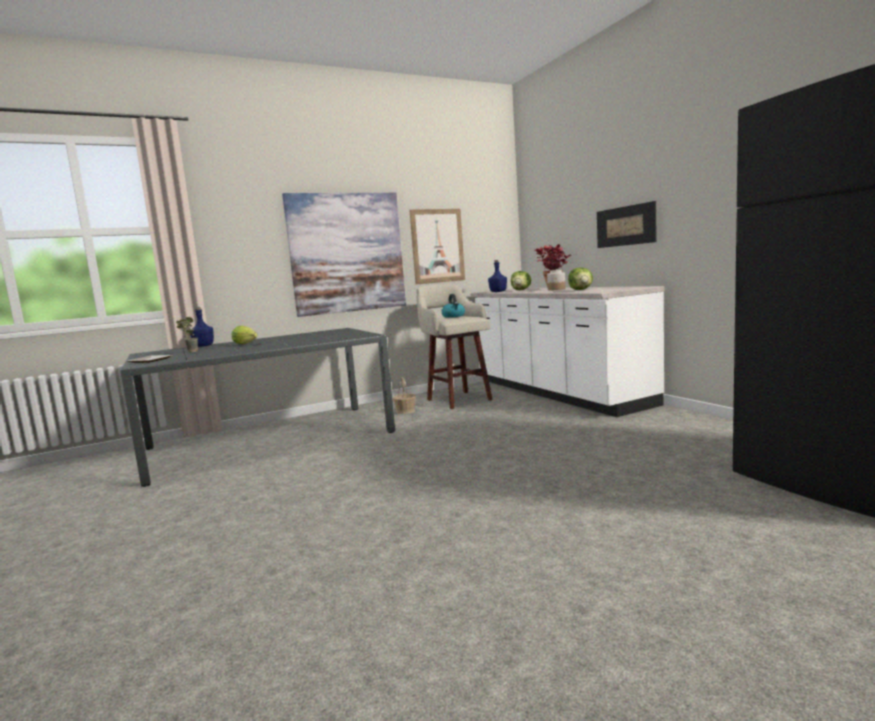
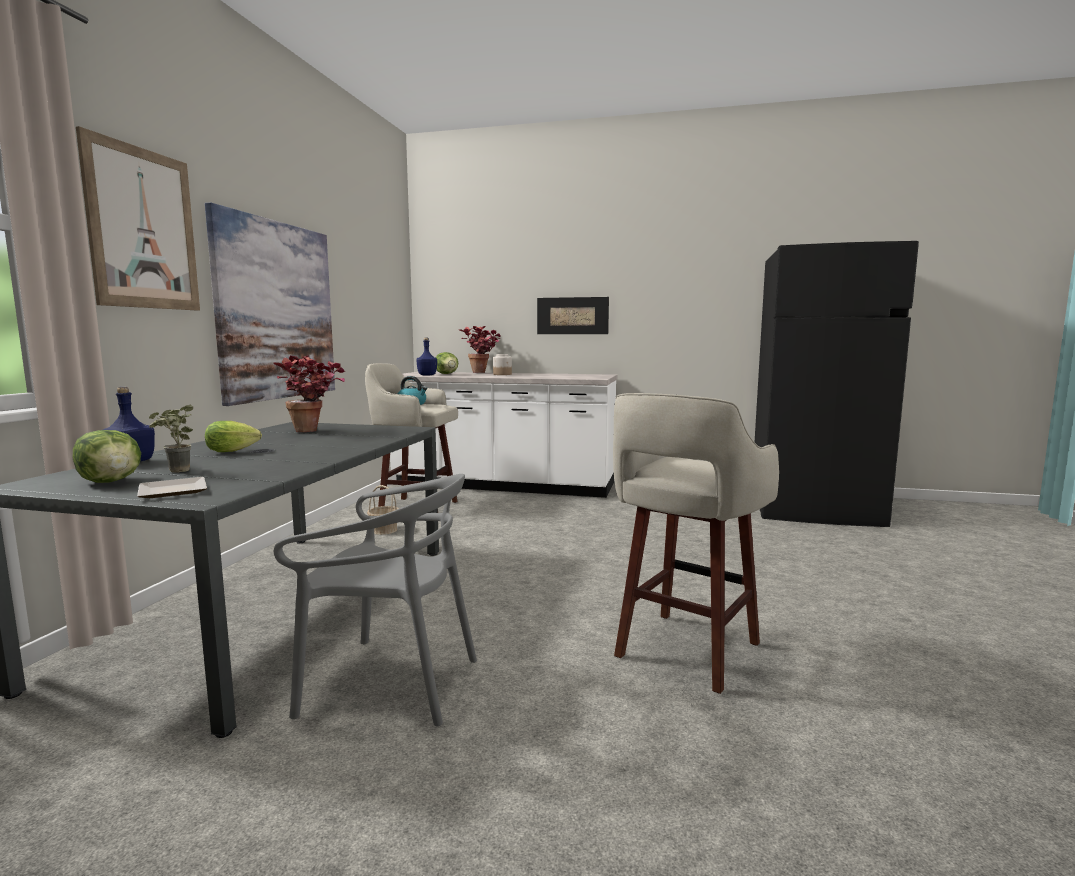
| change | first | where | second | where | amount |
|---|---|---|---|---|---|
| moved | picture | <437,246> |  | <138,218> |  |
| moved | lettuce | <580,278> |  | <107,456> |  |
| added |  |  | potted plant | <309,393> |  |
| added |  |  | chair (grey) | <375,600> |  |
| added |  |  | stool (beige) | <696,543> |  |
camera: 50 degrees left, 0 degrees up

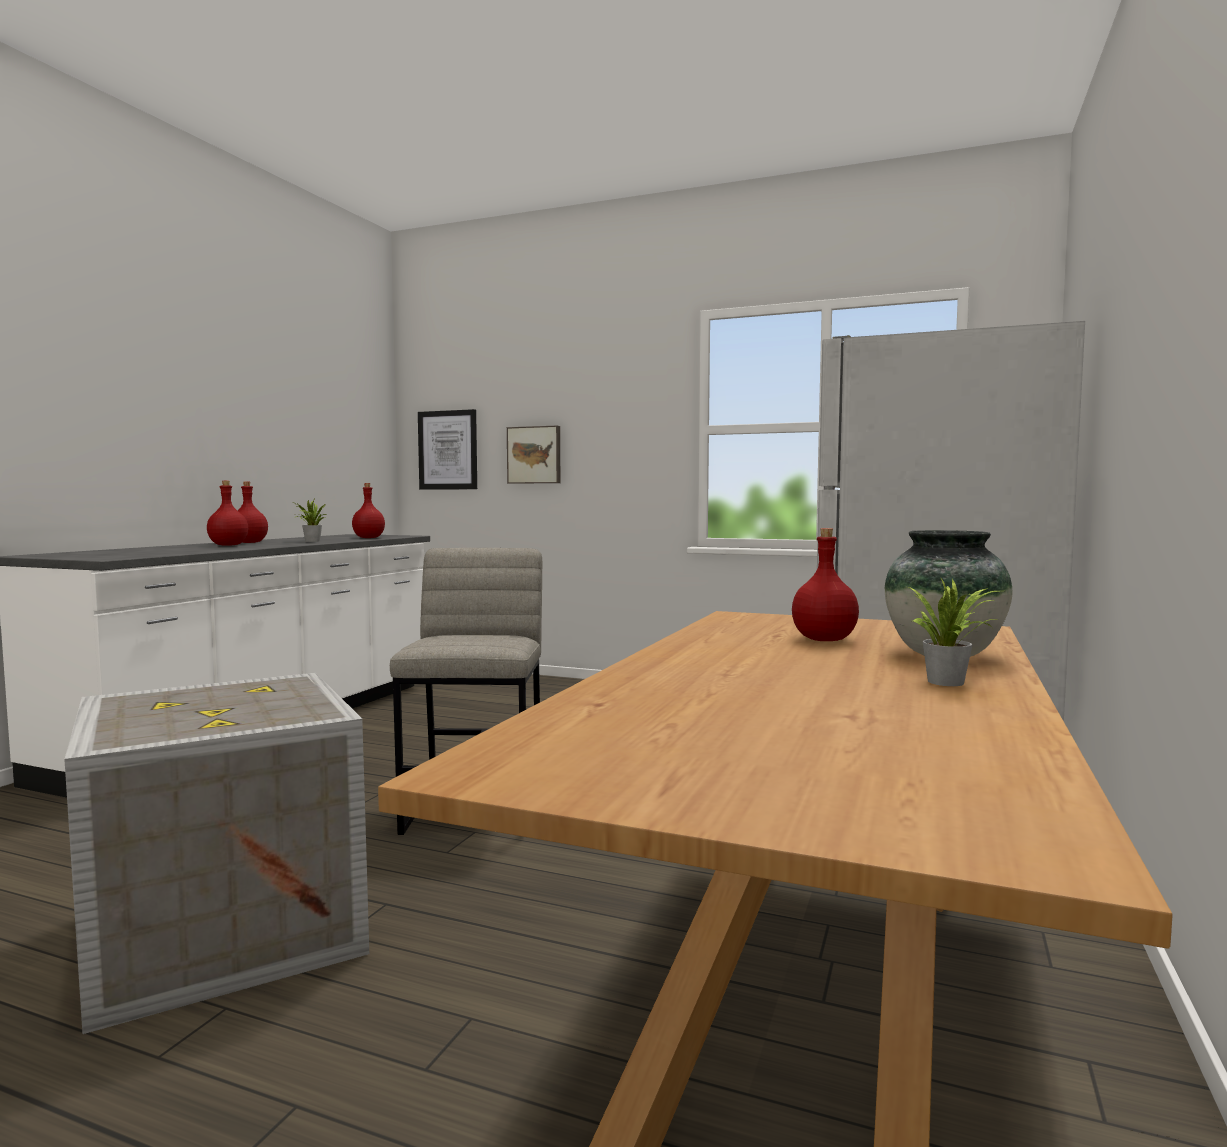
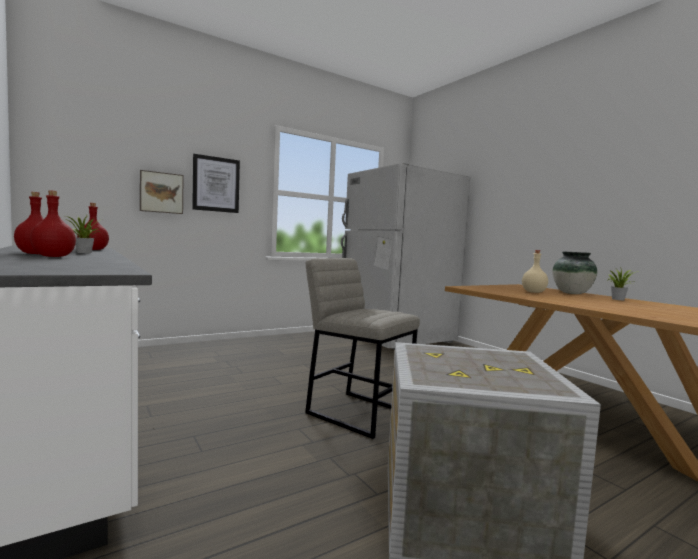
| change | first | where | second | where | amount |
|---|---|---|---|---|---|
| moved | picture | <447,449> |  | <216,183> |  |
| recoloured | bottle (red) | <825,584> | bottle (beige) | <535,271> |  |
camera: 55 degrees left, 0 degrees up

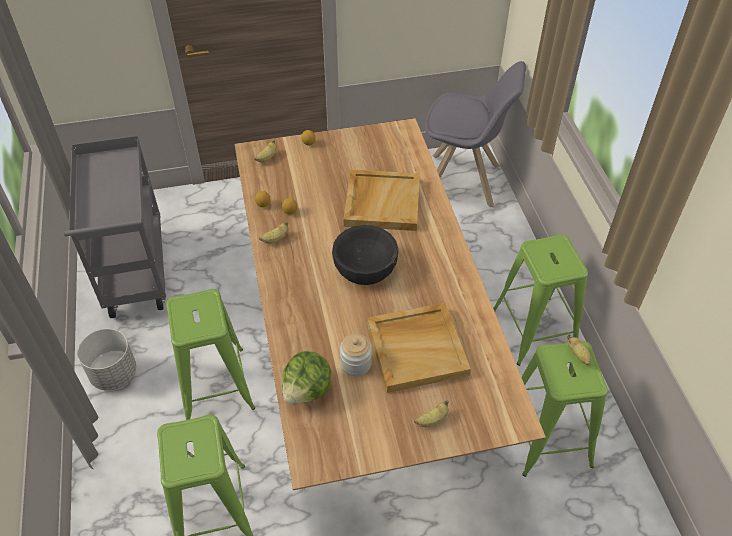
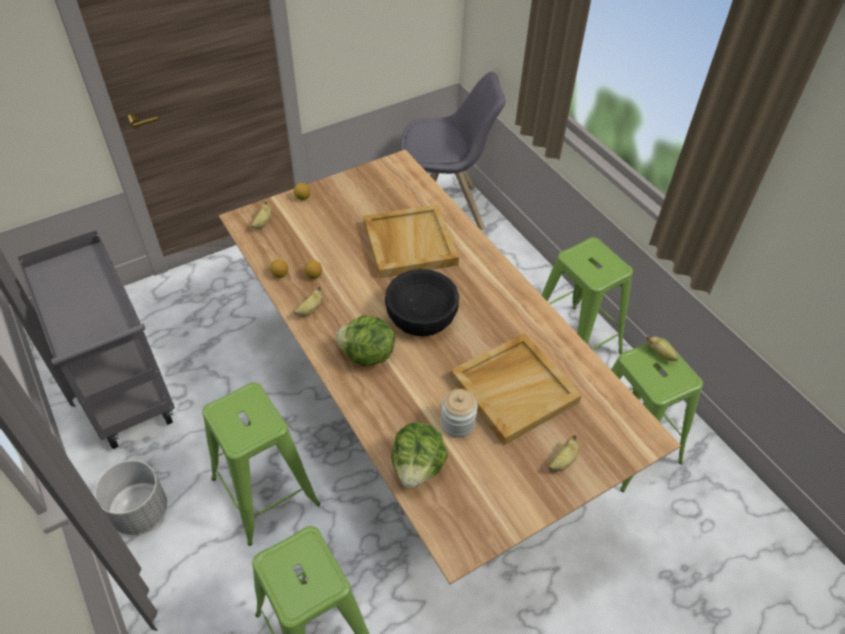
| change | first | where | second | where | amount |
|---|---|---|---|---|---|
| added |  |  | lettuce | <365,341> |  |
camera: 20 degrees left, 0 degrees up

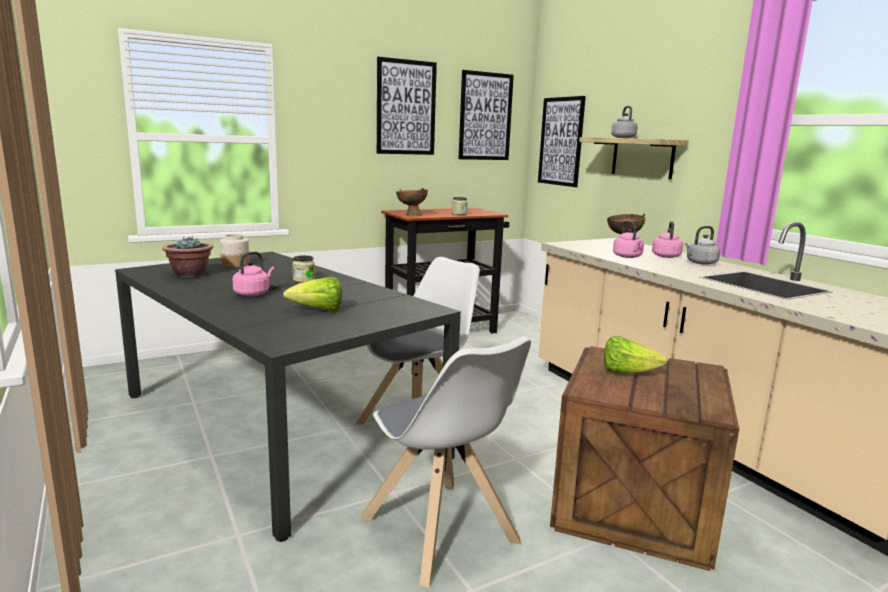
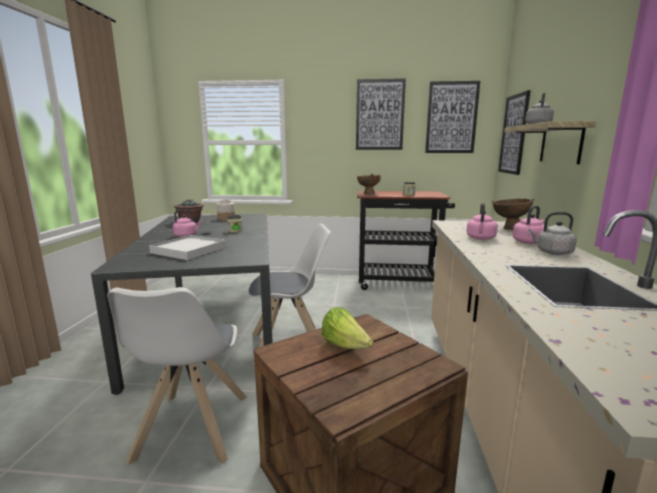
| change | first | where | second | where | amount |
|---|---|---|---|---|---|
| replaced | lettuce | <312,294> | tray (white) | <187,247> |  |
camera: 35 degrees right, 0 degrees up

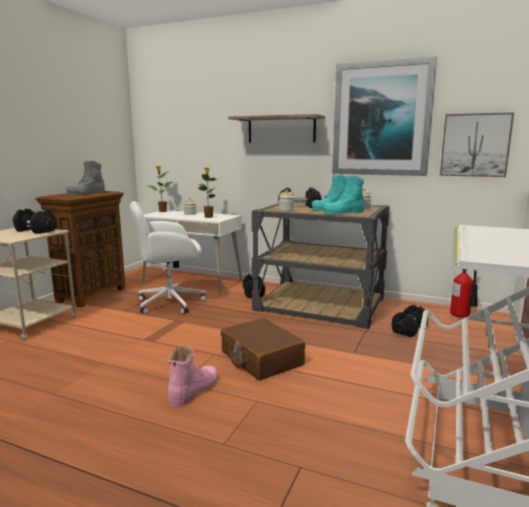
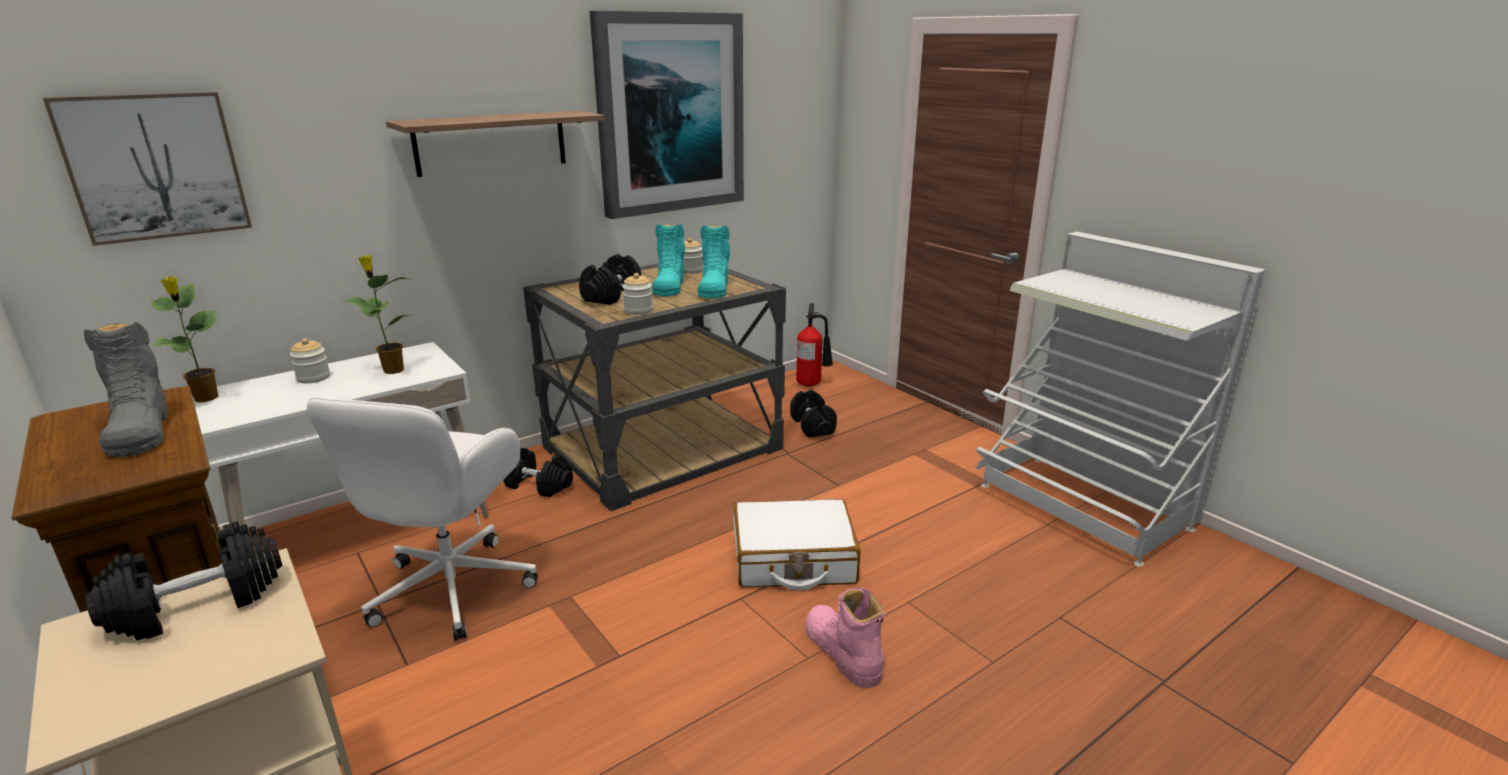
| change | first | where | second | where | amount |
|---|---|---|---|---|---|
| recoloured | suitcase (brown) | <263,349> | suitcase (white) | <797,544> |  |
| moved | picture | <477,145> |  | <147,169> |  |
camera: 60 degrees left, 10 degrees up

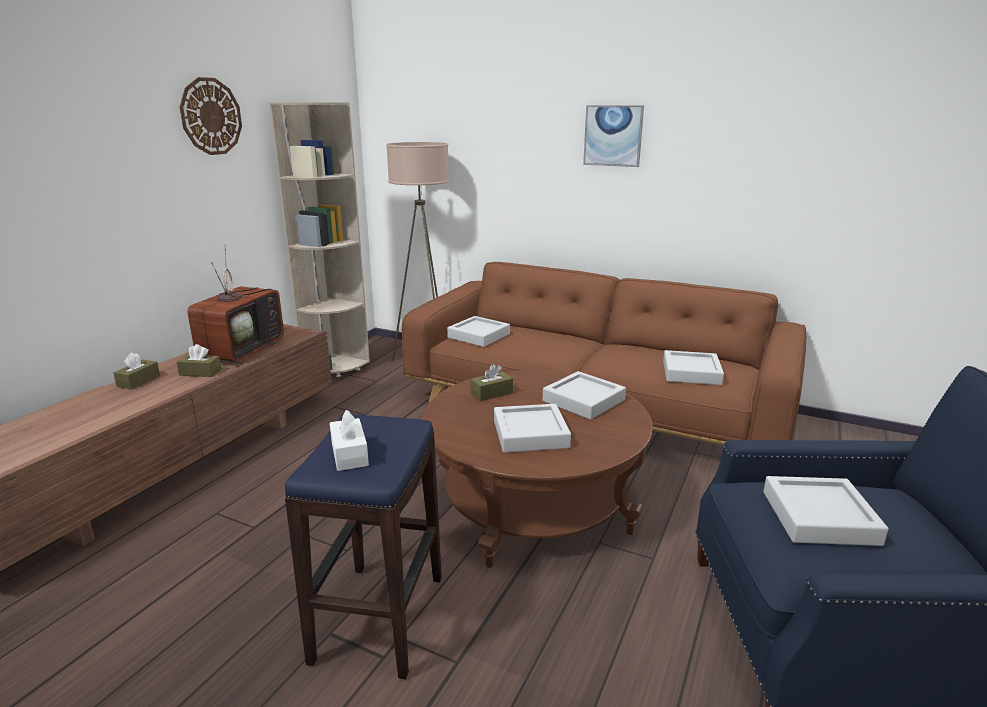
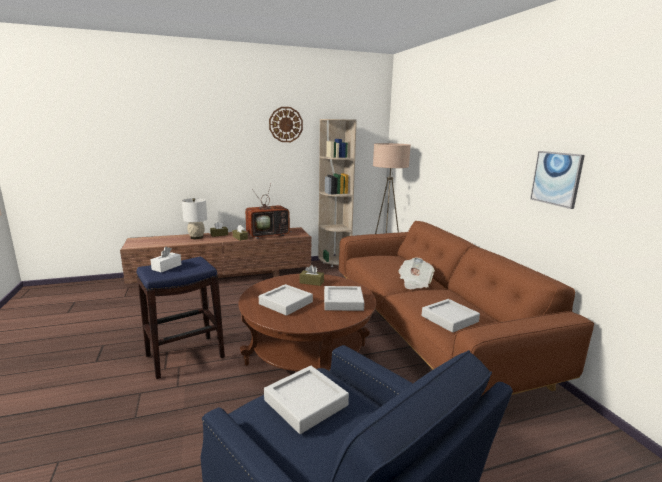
| change | first | where | second | where | amount |
|---|---|---|---|---|---|
| removed | tray (grey) | <478,331> |  |  |  |
| moved | picture | <613,136> |  | <557,180> |  |
| added |  |  | table lamp (white) | <194,218> |  |
| added |  |  | newspaper | <416,273> |  |
camera: 45 degrees right, 5 degrees down

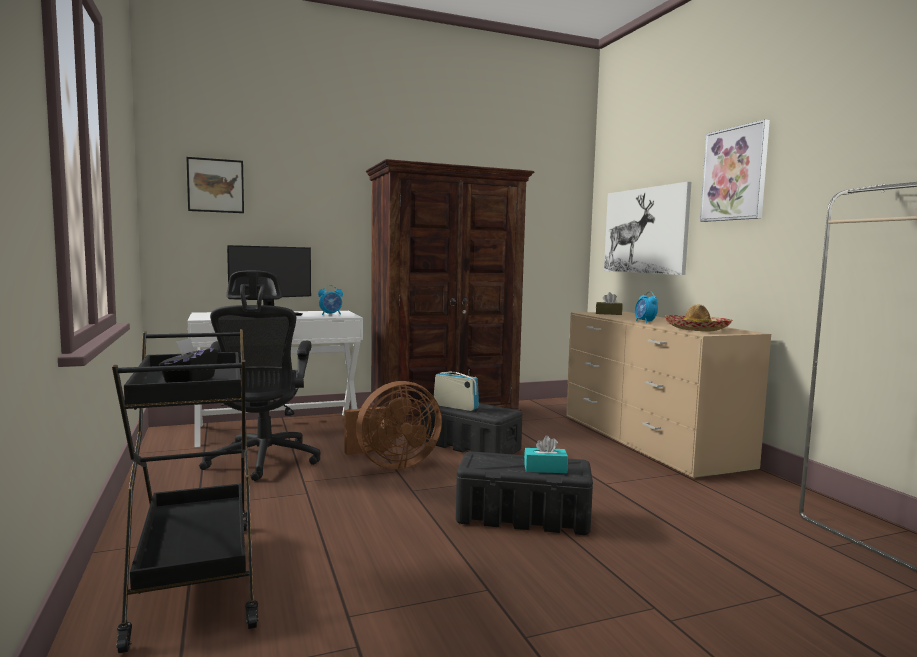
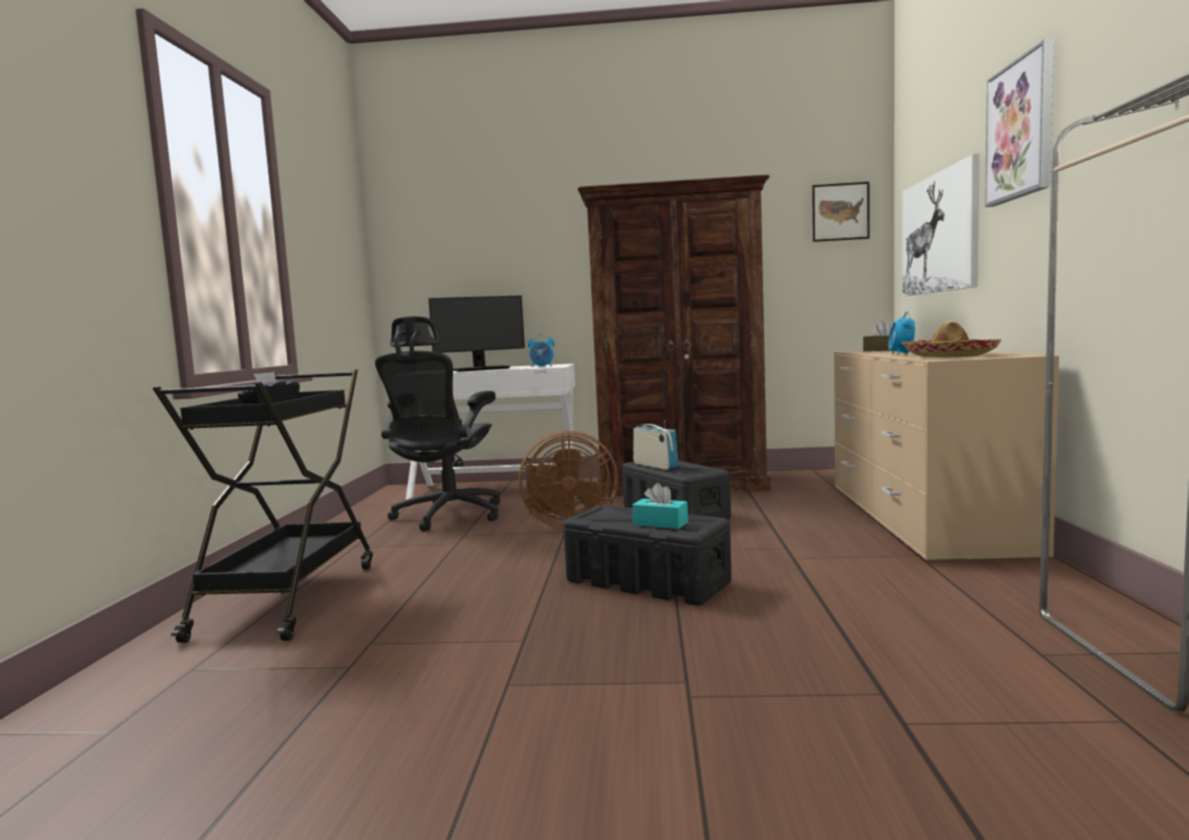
| change | first | where | second | where | amount |
|---|---|---|---|---|---|
| moved | picture | <215,185> |  | <841,212> |  |
camera: 25 degrees right, 0 degrees up

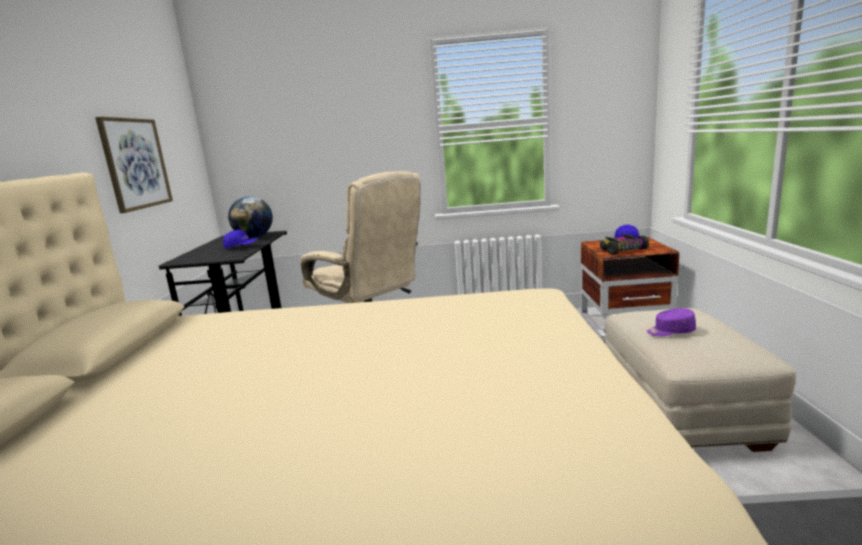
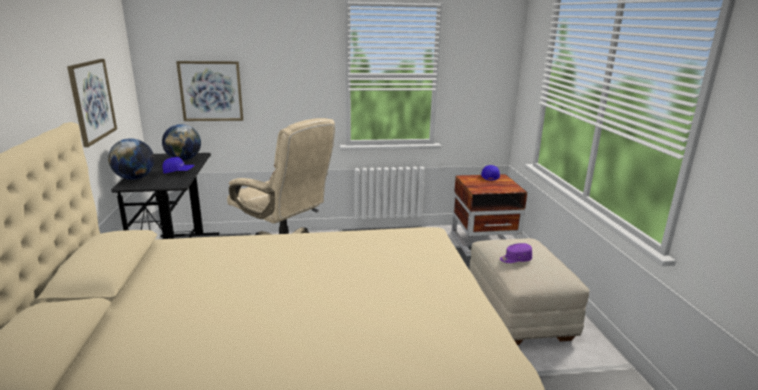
| change | first | where | second | where | amount |
|---|---|---|---|---|---|
| removed | toy car | <624,244> |  |  |  |
| added |  |  | globe | <131,159> |  |
| added |  |  | picture | <209,91> |  |
camera: 10 degrees left, 5 degrees up

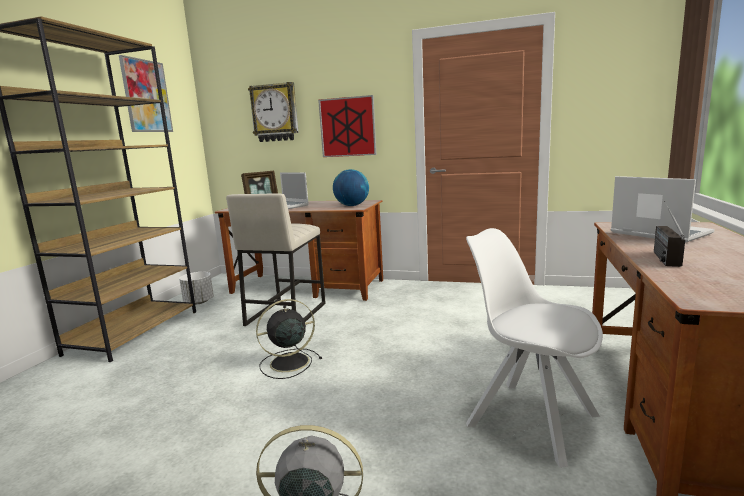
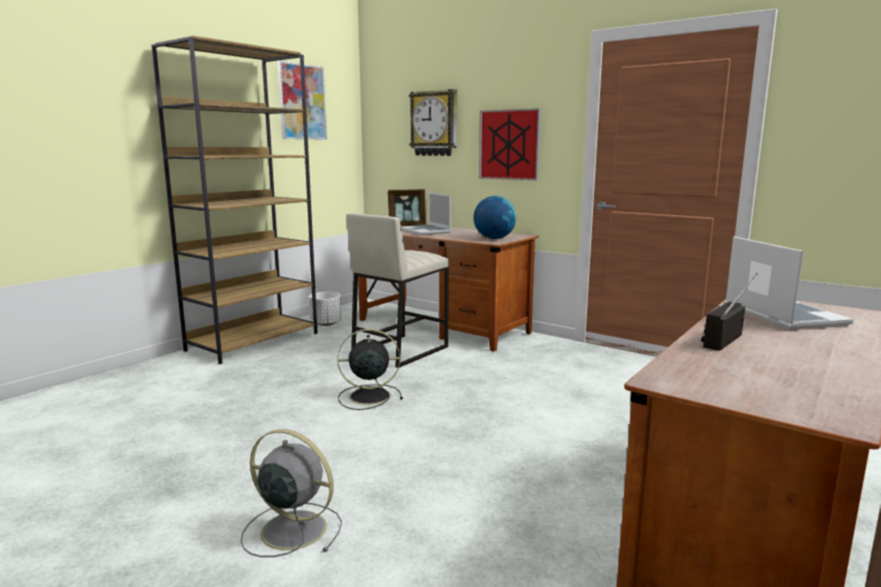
| change | first | where | second | where | amount |
|---|---|---|---|---|---|
| removed | chair (white) | <534,348> |  |  |  |
camera: 20 degrees right, 0 degrees up

